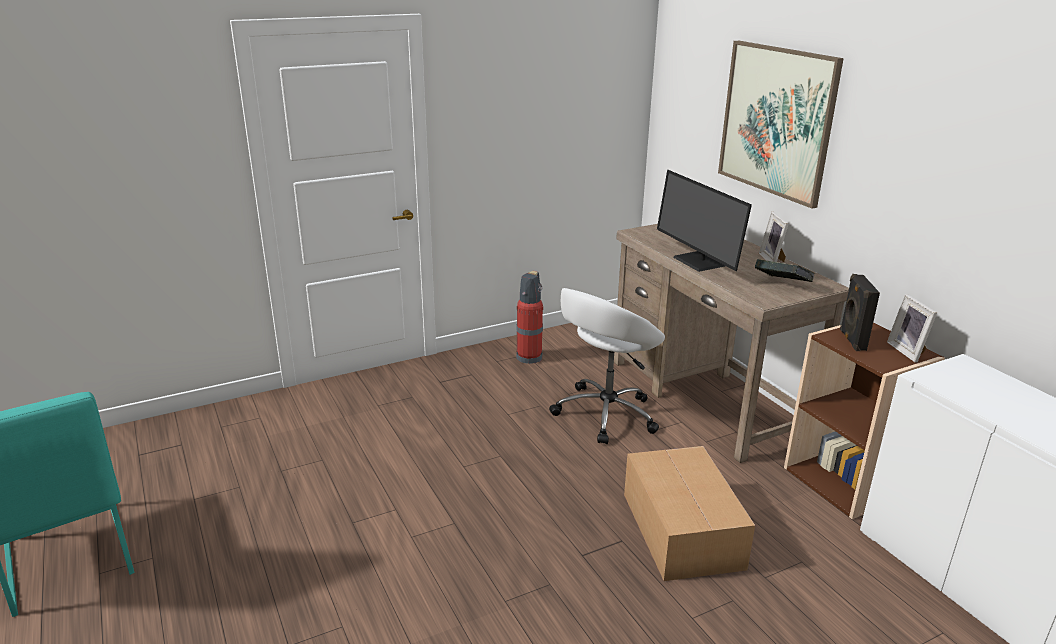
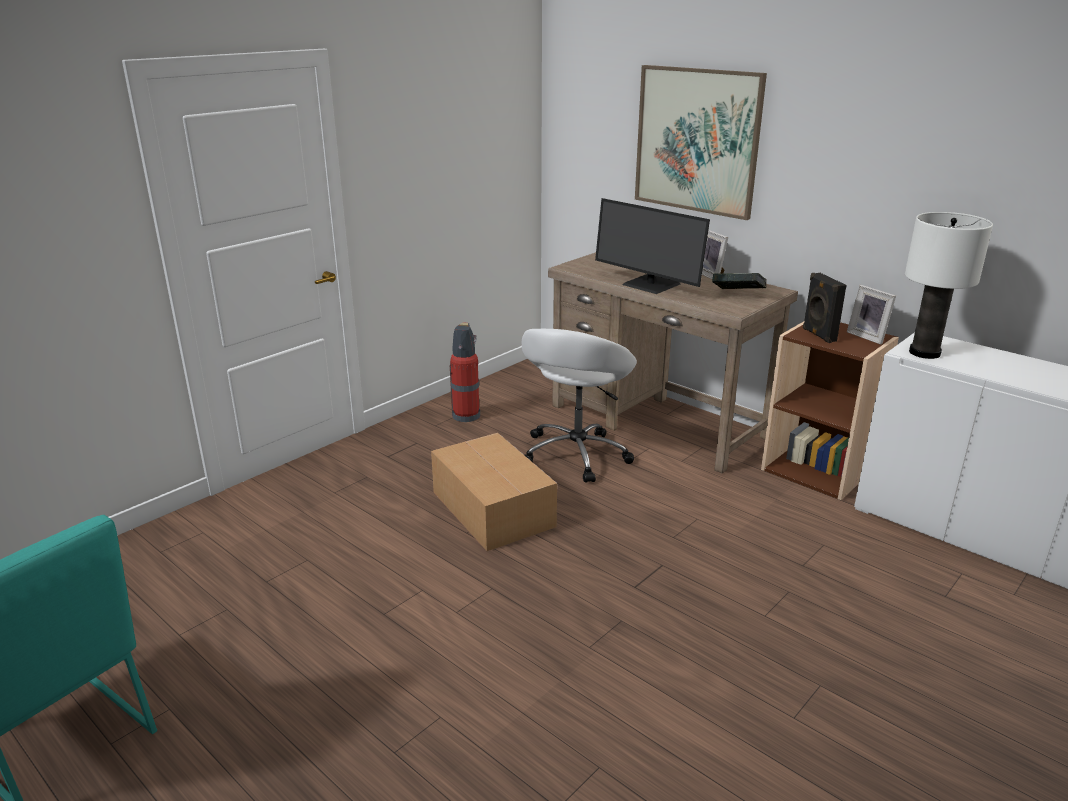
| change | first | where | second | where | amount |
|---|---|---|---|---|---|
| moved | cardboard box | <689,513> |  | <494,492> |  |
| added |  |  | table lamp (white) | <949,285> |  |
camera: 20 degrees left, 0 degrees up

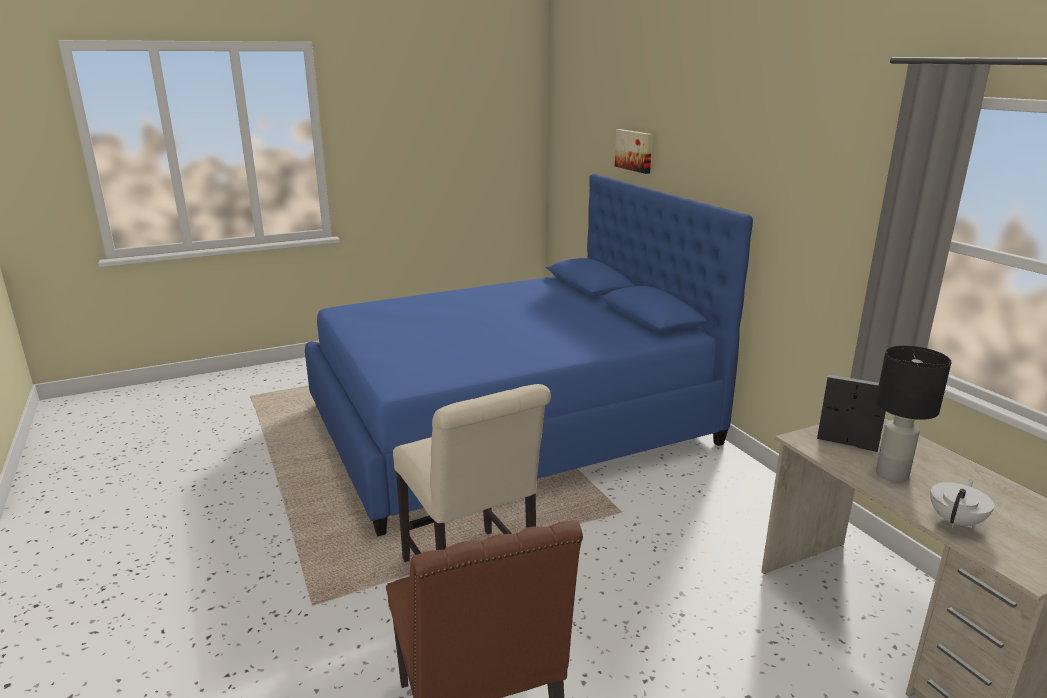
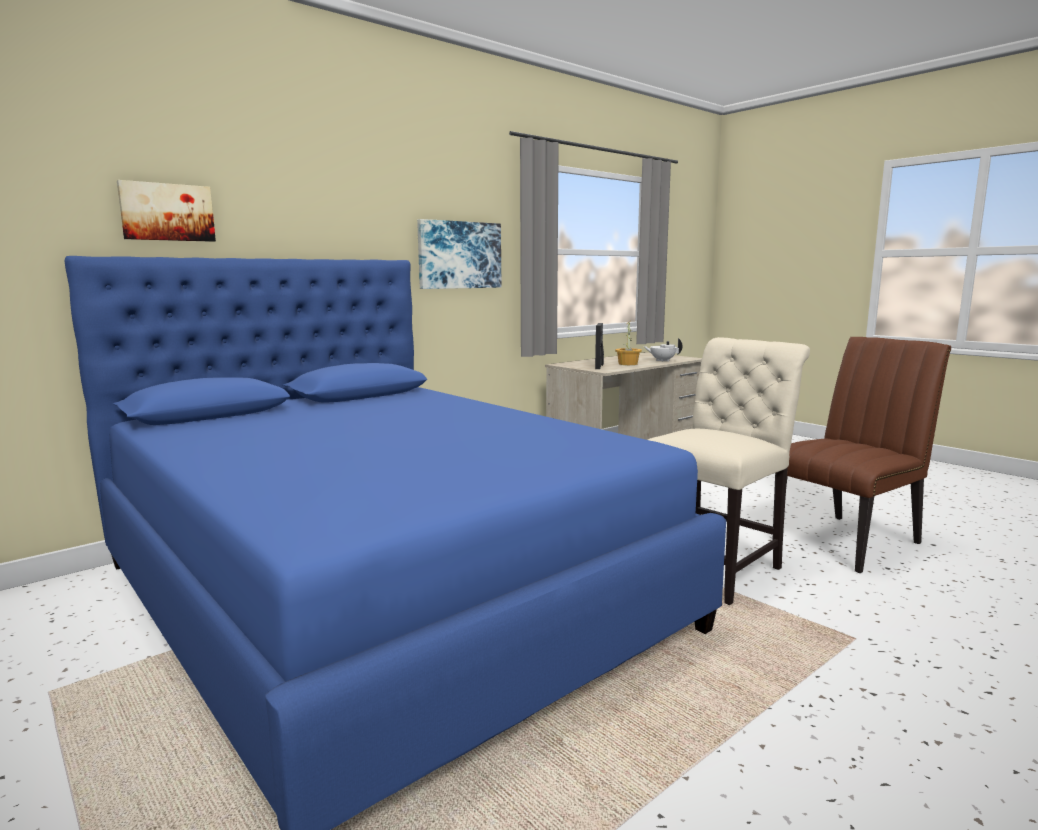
| change | first | where | second | where | amount |
|---|---|---|---|---|---|
| replaced | table lamp (black) | <914,414> | potted plant | <628,342> |  |
| added |  |  | picture | <459,254> |  |
camera: 105 degrees left, 10 degrees down

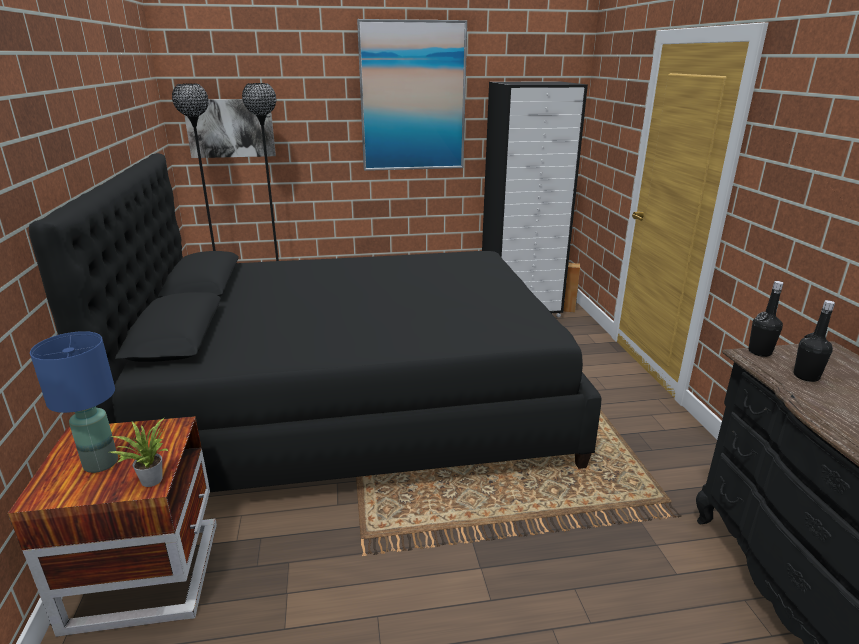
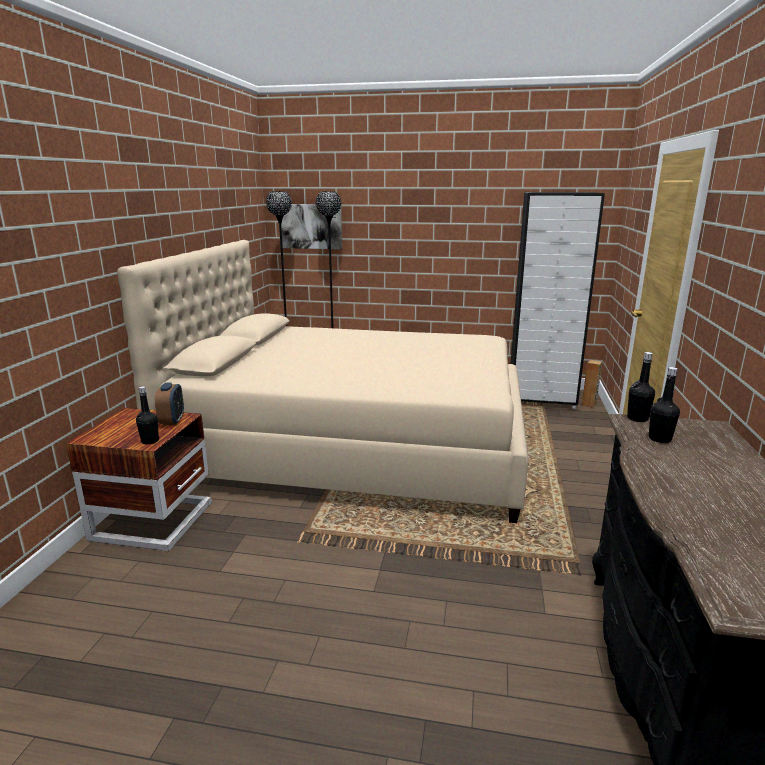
| change | first | where | second | where | amount |
|---|---|---|---|---|---|
| recoloured | bed (black) | <315,322> | bed (beige) | <322,381> |  |
| removed | table lamp (blue) | <74,402> |  |  |  |
| replaced | potted plant | <139,452> | bottle (black) | <147,415> |  |
| removed | picture | <412,95> |  |  |  |
| added |  |  | alarm clock | <169,404> |  |
camera: 20 degrees right, 5 degrees down

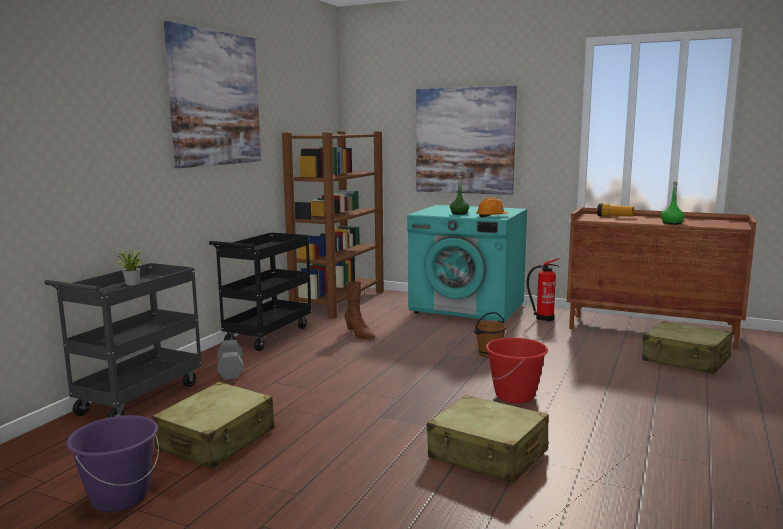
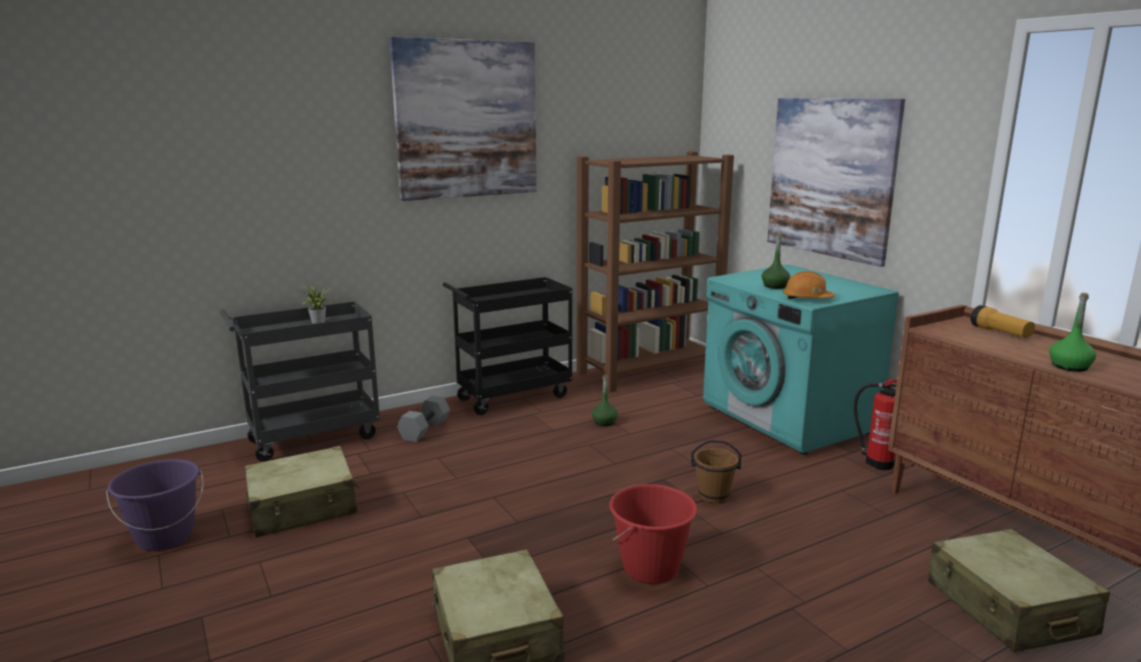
| change | first | where | second | where | amount |
|---|---|---|---|---|---|
| replaced | boot (brown) | <359,310> | bottle (green) | <605,400> |  |
camera: 35 degrees right, 5 degrees up

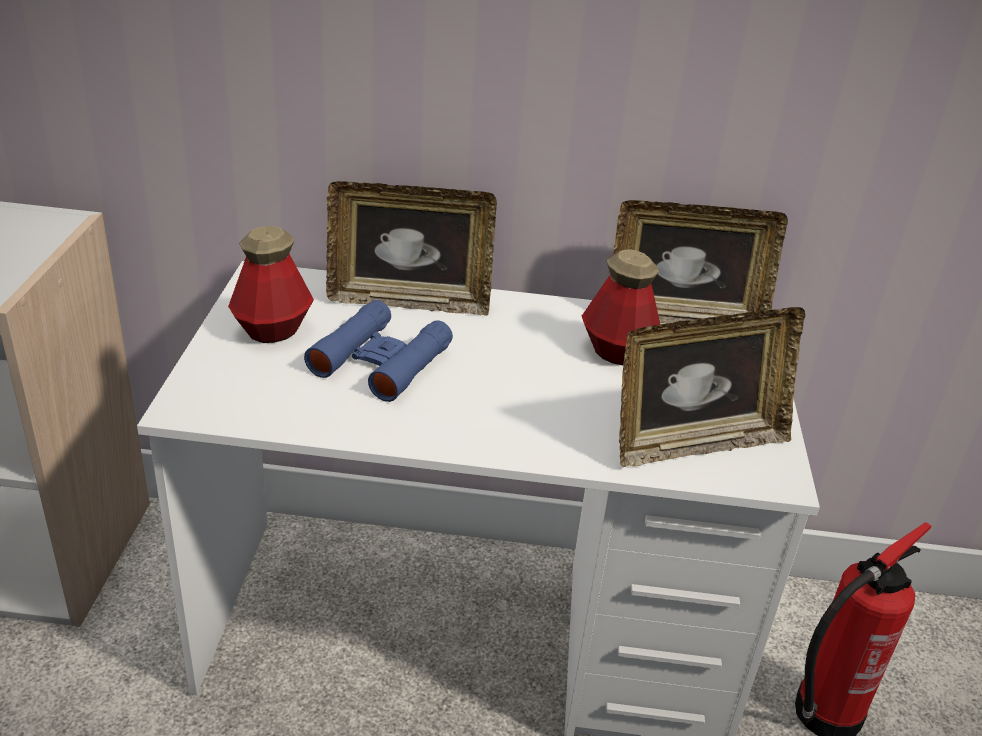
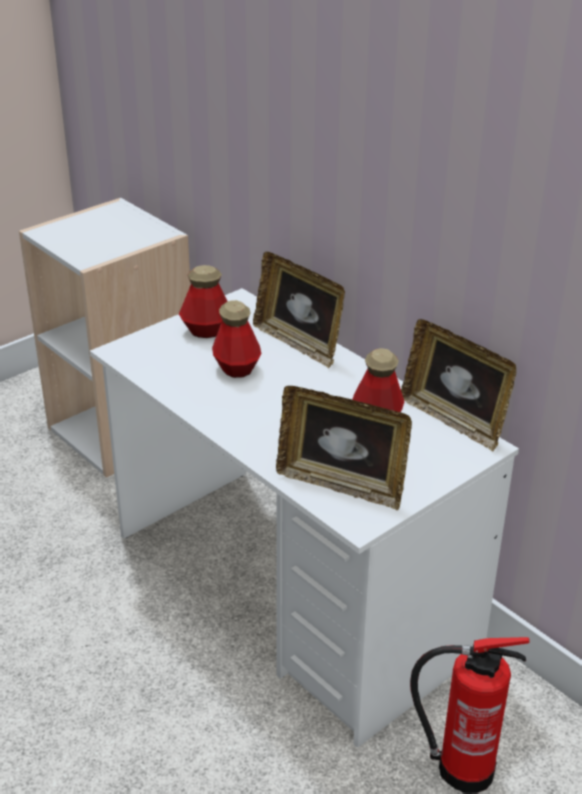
| change | first | where | second | where | amount |
|---|---|---|---|---|---|
| replaced | binoculars (blue) | <378,351> | bottle | <236,339> |  |
camera: 45 degrees right, 0 degrees up

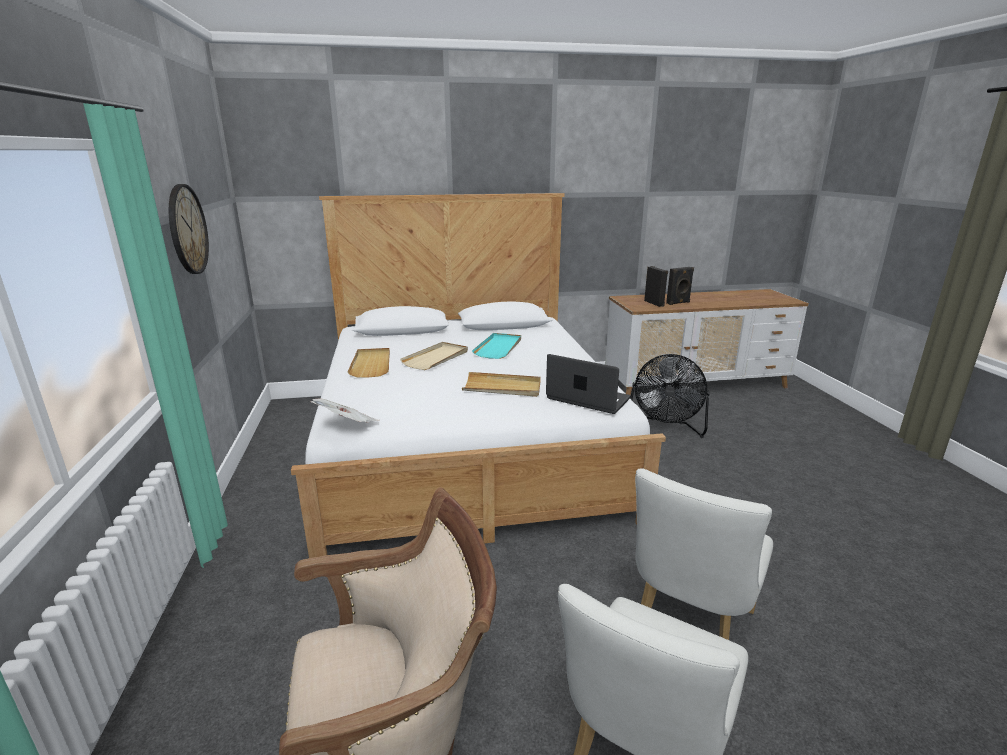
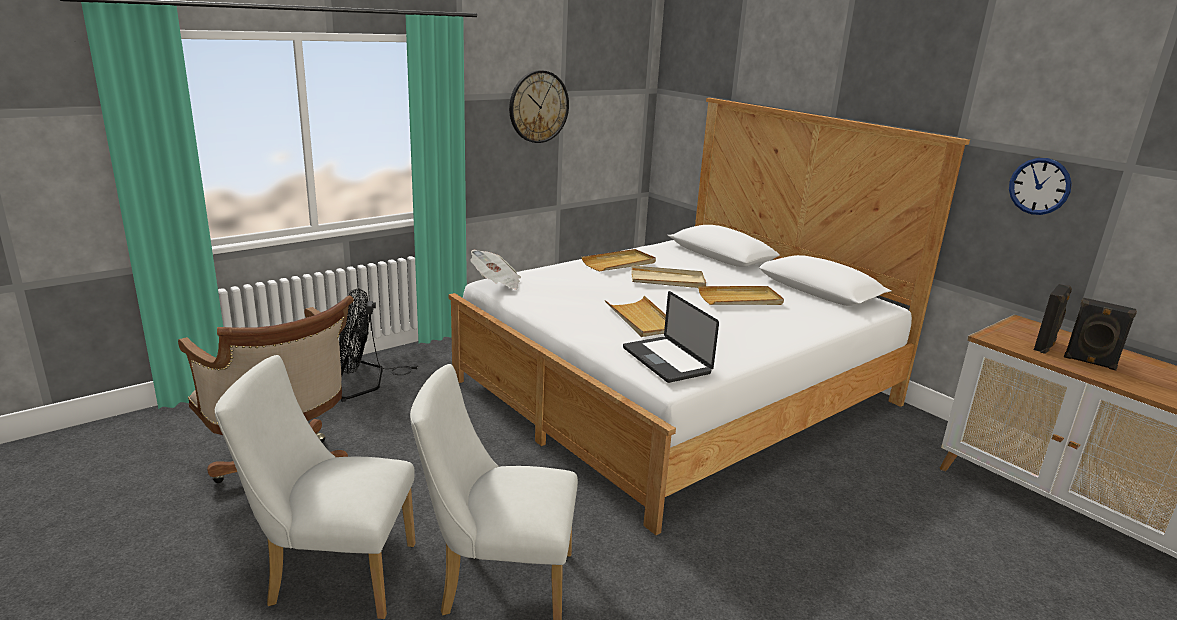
| change | first | where | second | where | amount |
|---|---|---|---|---|---|
| recoloured | tray (turquoise) | <496,346> | tray (beige) | <741,295> |  |
| turned | laptop | <588,384> |  | <671,337> | 150 degrees clockwise |
| moved | fan (black) | <670,396> |  | <379,345> |  |
| added |  |  | wall clock | <1040,186> |  |
camera: 60 degrees right, 0 degrees up

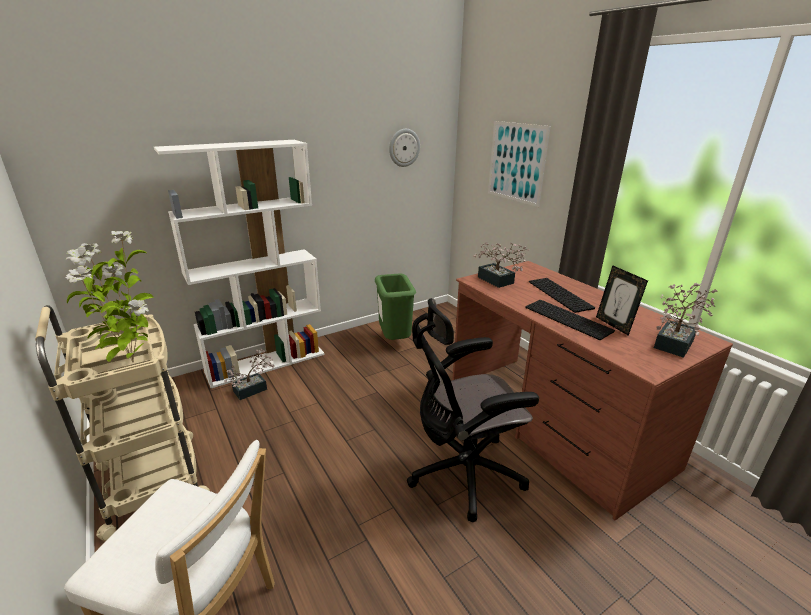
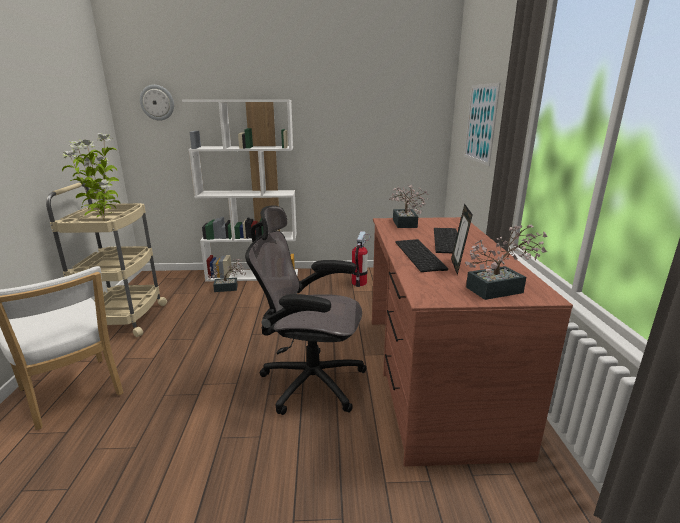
| change | first | where | second | where | amount |
|---|---|---|---|---|---|
| replaced | trash can (green) | <395,306> | fire extinguisher | <361,259> |  |
| moved | wall clock | <404,148> |  | <157,103> |  |
camera: 30 degrees right, 5 degrees down

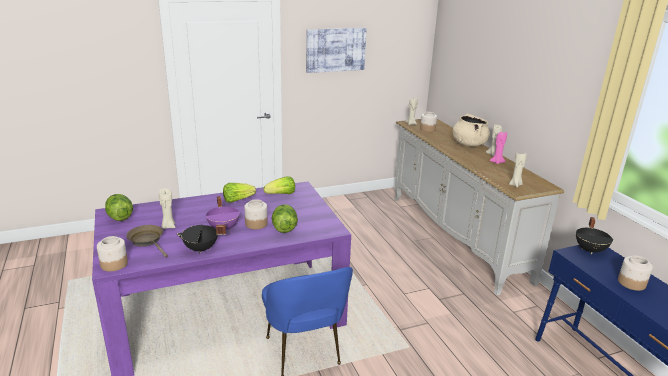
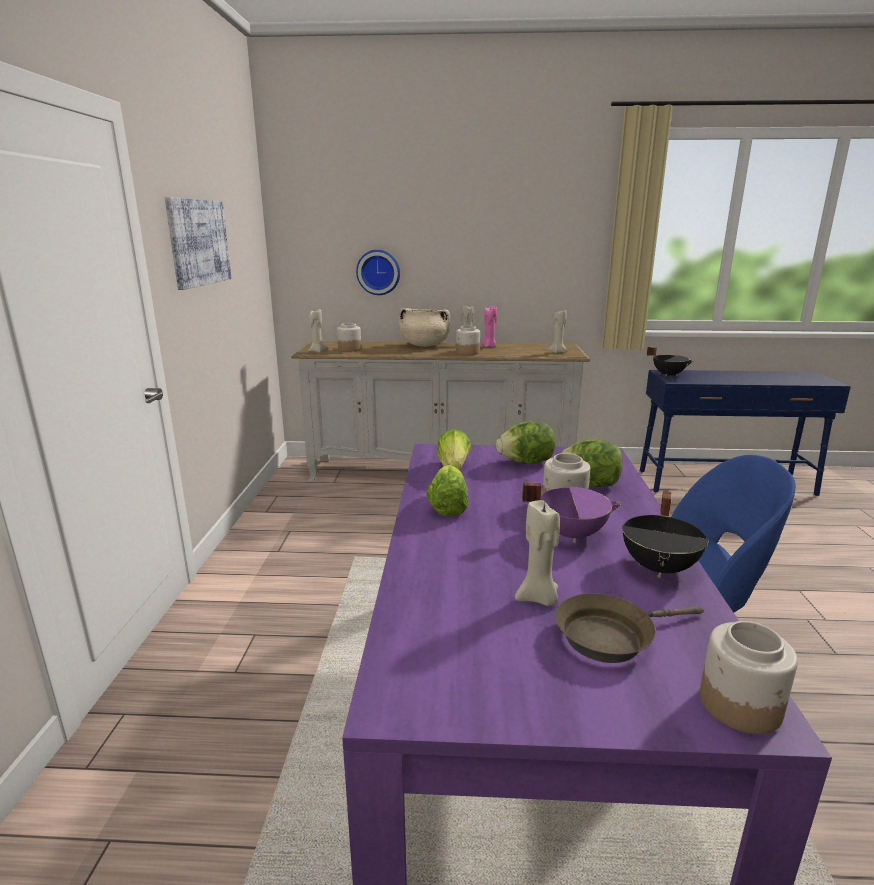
| change | first | where | second | where | amount |
|---|---|---|---|---|---|
| moved | lettuce | <119,207> |  | <525,442> |  |
| moved | jar | <635,273> |  | <468,340> |  |
| added |  |  | wall clock | <378,272> |  |
camera: 65 degrees left, 5 degrees down

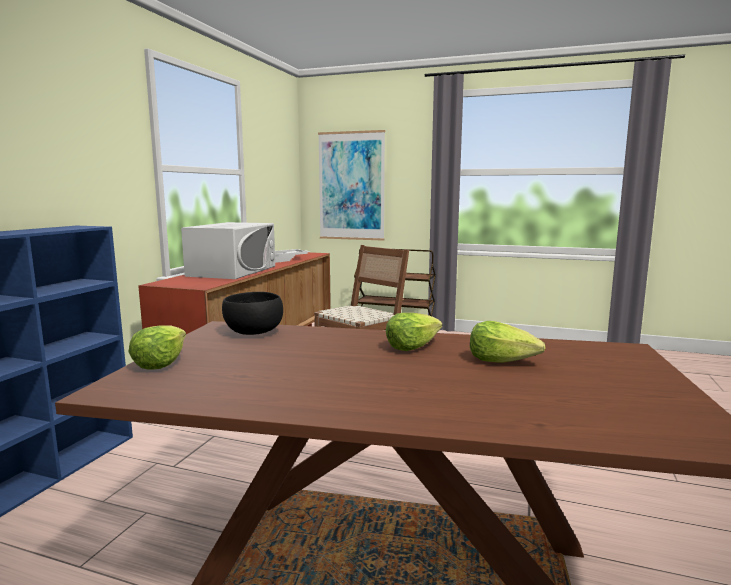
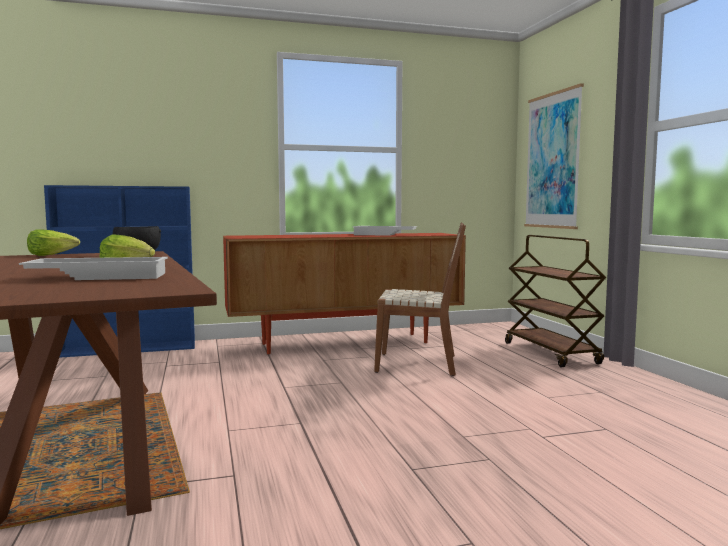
| change | first | where | second | where | amount |
|---|---|---|---|---|---|
| removed | microwave (white) | <228,250> |  |  |  |
| replaced | lettuce | <508,342> | tray (white) | <93,268> |  |
camera: 55 degrees right, 5 degrees down

